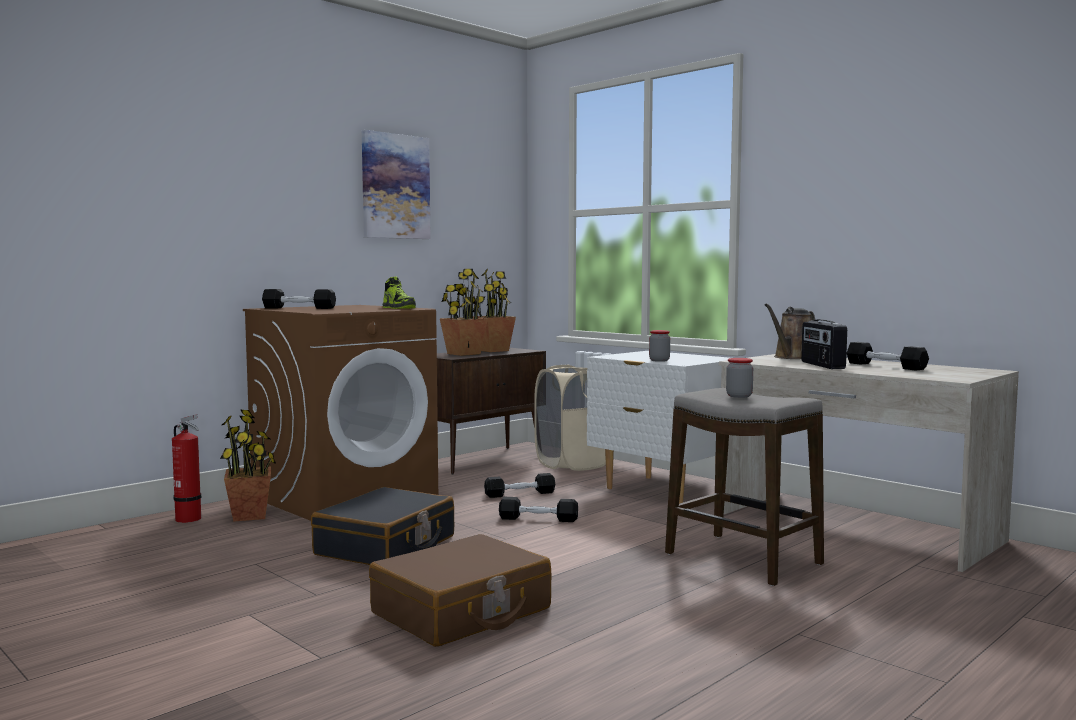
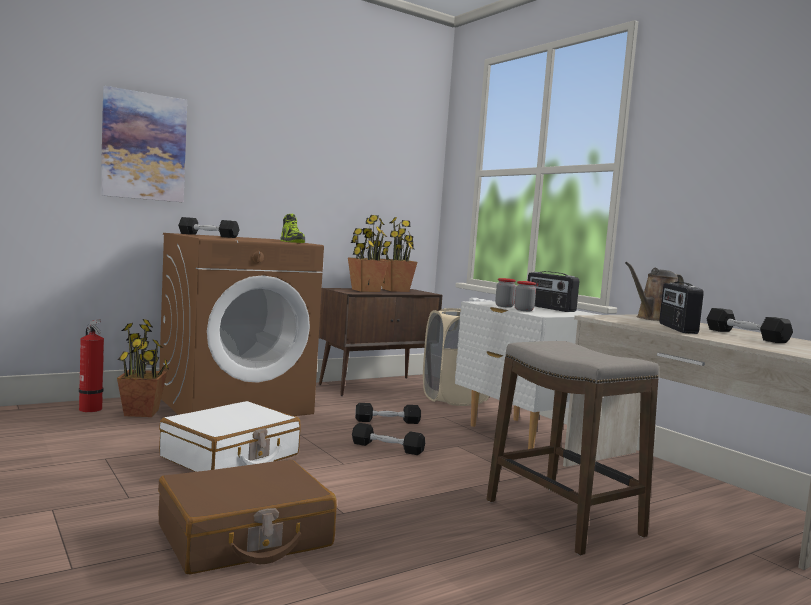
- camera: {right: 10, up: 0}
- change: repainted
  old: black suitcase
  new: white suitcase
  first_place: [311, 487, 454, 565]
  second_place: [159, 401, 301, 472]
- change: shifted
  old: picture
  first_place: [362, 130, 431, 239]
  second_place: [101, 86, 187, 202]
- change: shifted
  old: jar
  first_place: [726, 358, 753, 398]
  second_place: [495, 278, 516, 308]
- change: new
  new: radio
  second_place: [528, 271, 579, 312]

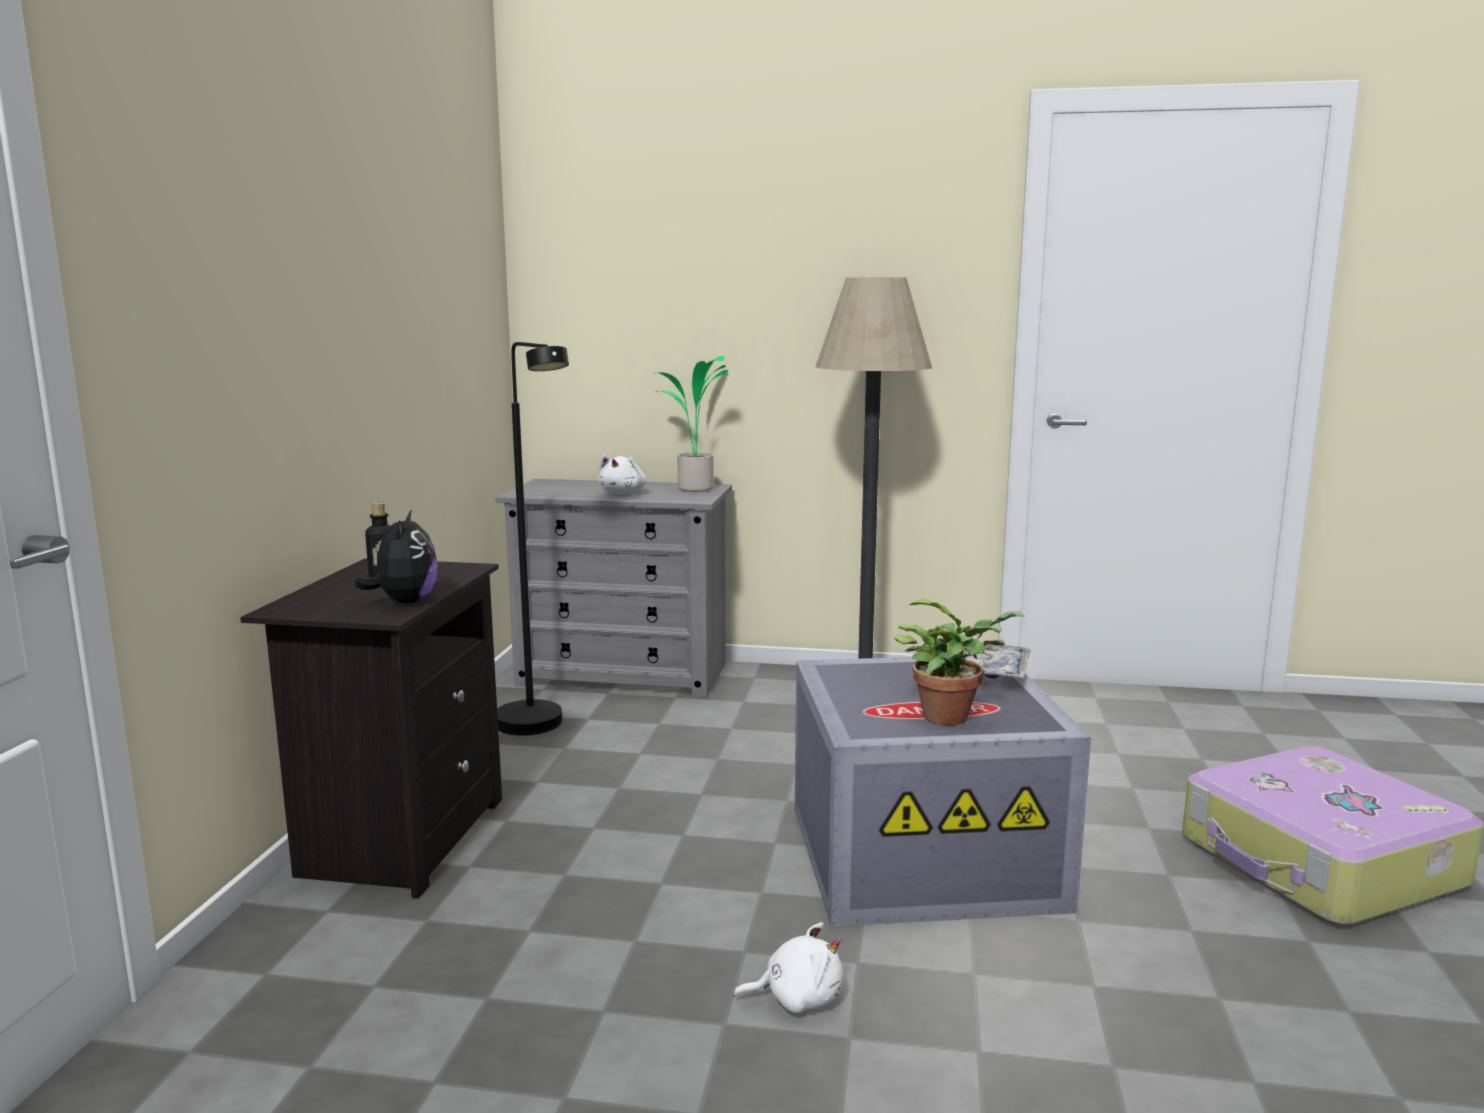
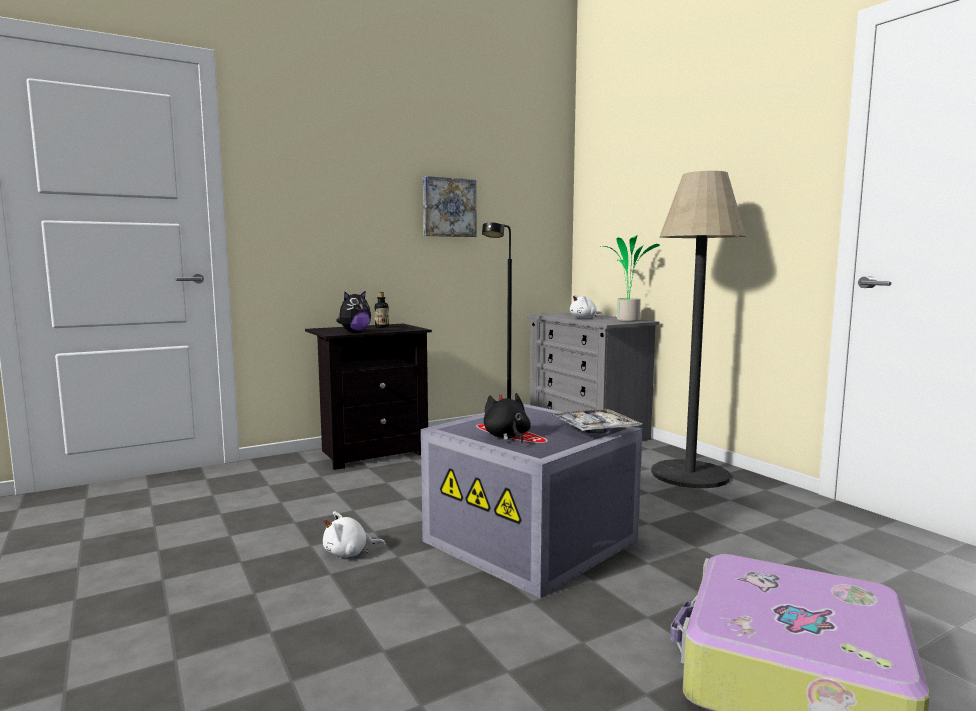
- camera: {right: 50, up: -5}
- change: rotated
  old: white plush toy
  first_place: [733, 922, 844, 1013]
  second_place: [323, 511, 386, 557]
  degrees: 120
- change: swapped
  old: potted plant
  new: black plush toy
  first_place: [894, 599, 1025, 725]
  second_place: [484, 393, 531, 443]
- change: new
  new: picture
  second_place: [423, 176, 476, 237]

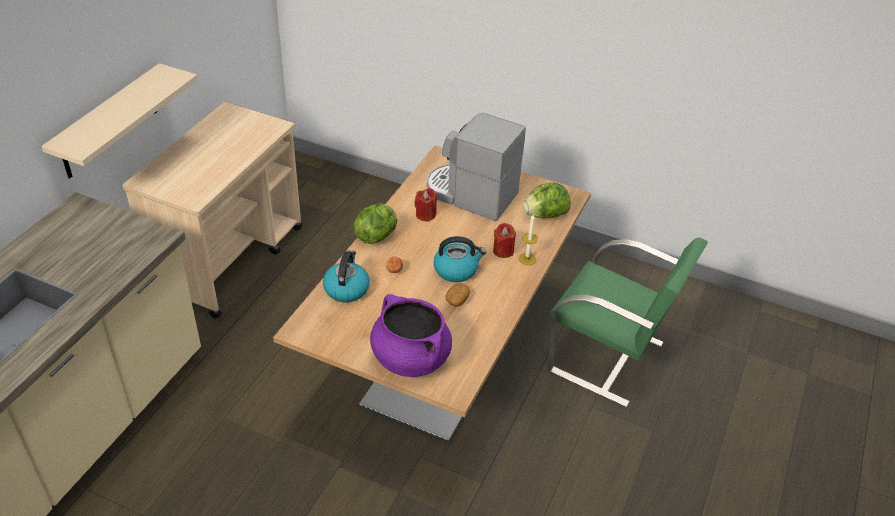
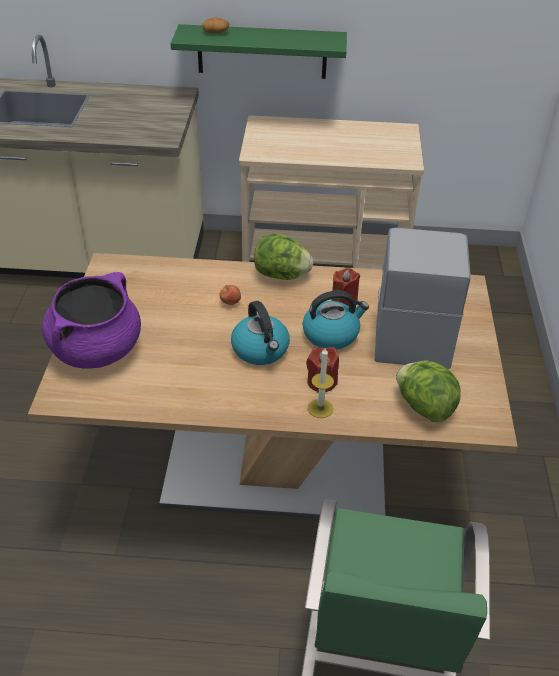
- camera: {right: 70, up: 0}
- change: repainted
  old: beige shelf
  new: green shelf
  first_place: [41, 63, 198, 179]
  second_place: [170, 24, 347, 79]
- change: shifted
  old: kettle
  first_place: [323, 250, 370, 303]
  second_place: [303, 290, 369, 350]
- change: shifted
  old: potato
  first_place: [446, 283, 470, 307]
  second_place: [202, 17, 229, 34]

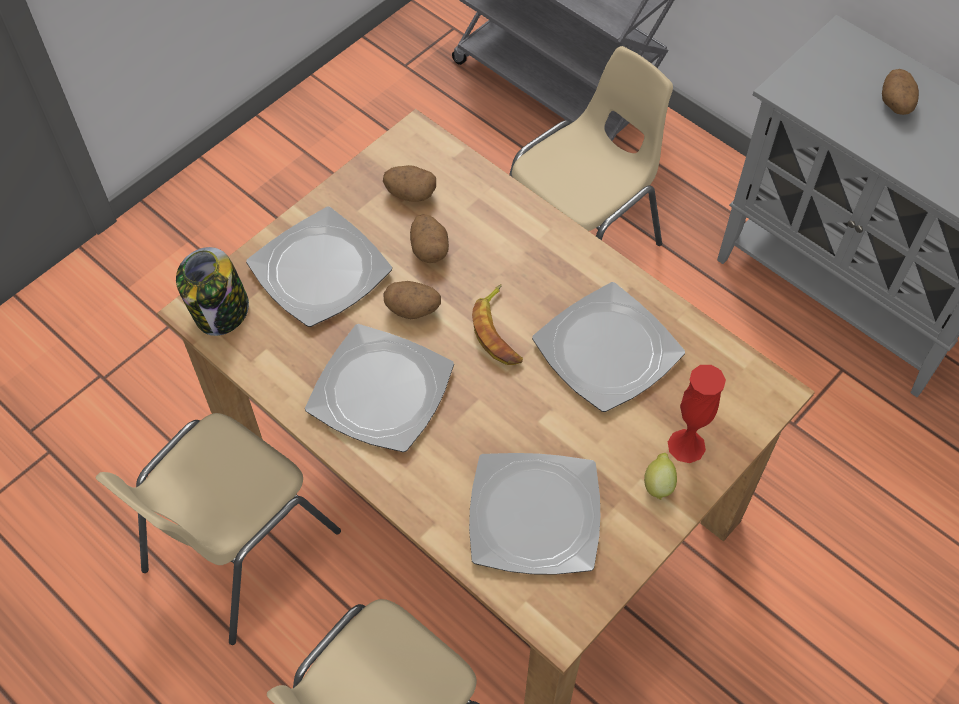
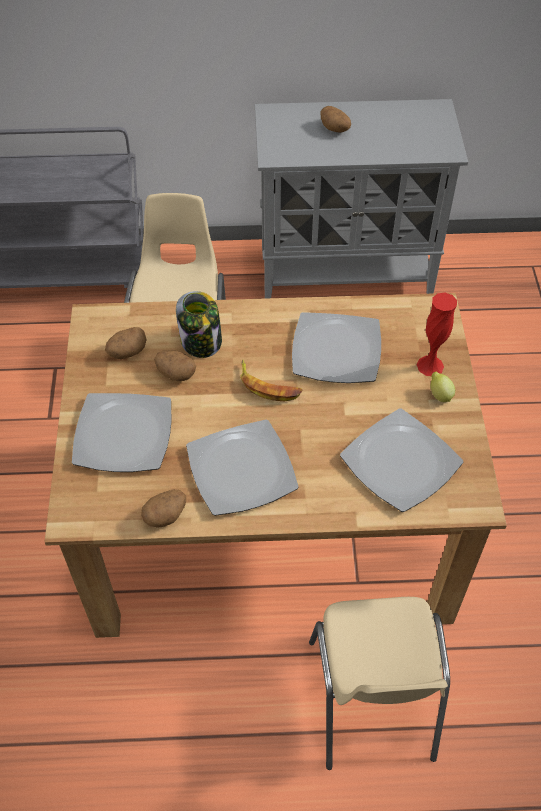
- camera: {right: -45, up: -5}
- change: gone
  old: beige chair
  first_place: [95, 413, 341, 645]
- change: shifted
  old: jar
  first_place: [176, 247, 249, 336]
  second_place: [176, 291, 222, 358]
- change: shifted
  old: potato
  first_place: [383, 281, 441, 319]
  second_place: [141, 490, 186, 528]

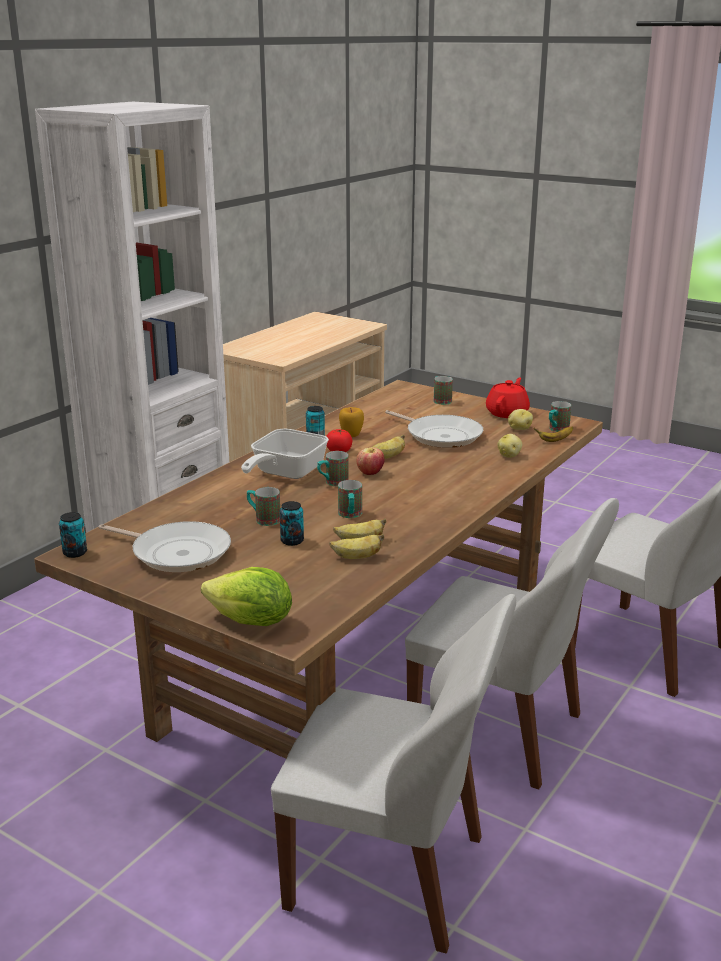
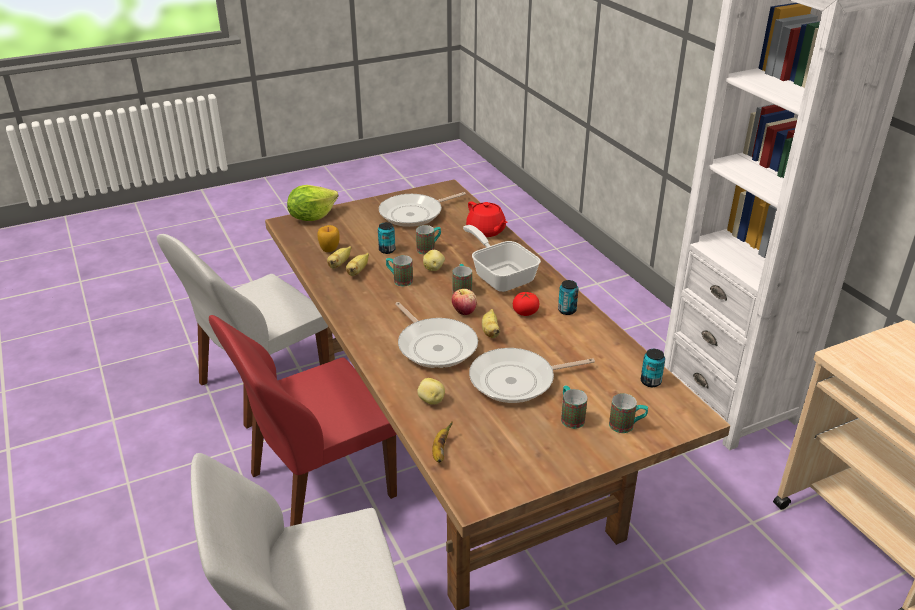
- camera: {right: 120, up: 10}
- change: shifted
  old: can
  first_place: [59, 512, 87, 558]
  second_place: [641, 349, 665, 387]
- change: shifted
  old: apple
  first_place: [339, 407, 364, 437]
  second_place: [318, 225, 340, 252]
- change: repainted
  old: white chair
  new: red chair
  first_place: [405, 498, 619, 789]
  second_place: [209, 315, 397, 526]
- change: shifted
  old: red teapot
  first_place: [486, 377, 530, 418]
  second_place: [466, 201, 507, 237]
- change: shifted
  old: potato
  first_place: [508, 409, 533, 430]
  second_place: [423, 250, 445, 271]
- change: shifted
  old: mug
  first_place: [549, 401, 571, 432]
  second_place: [561, 385, 588, 429]
- change: new
  new: frying pan
  second_place: [395, 302, 478, 368]

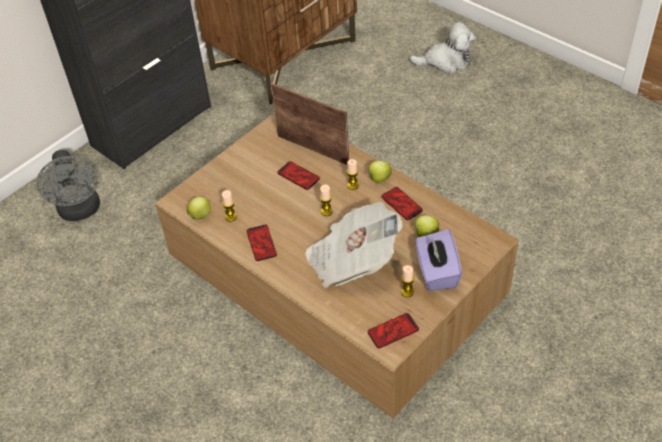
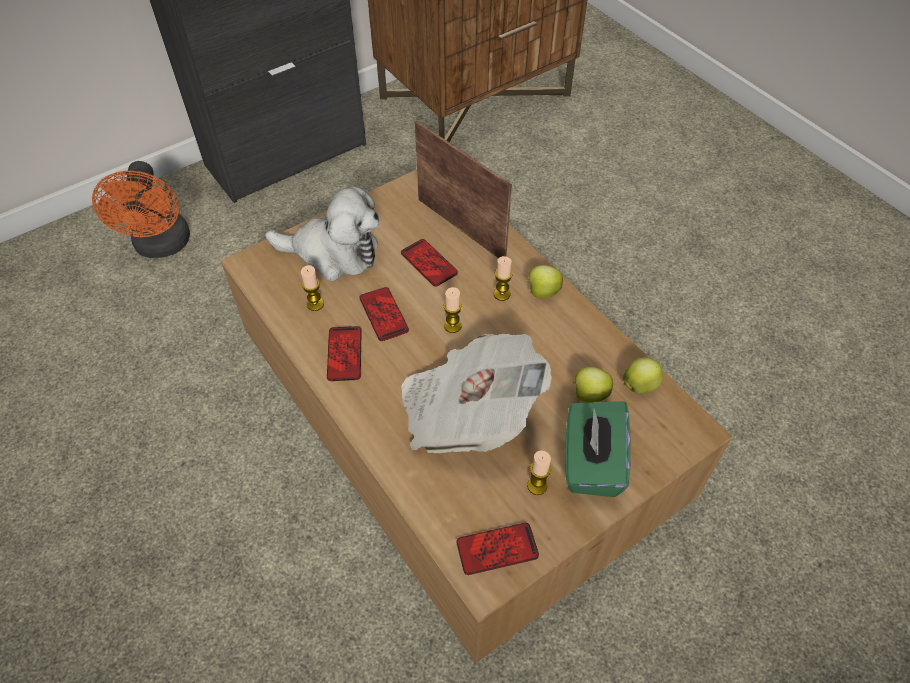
- camera: {right: 10, up: 5}
- change: repainted
  old: grey fan
  new: orange fan
  first_place: [36, 150, 100, 221]
  second_place: [92, 161, 190, 258]
- change: shifted
  old: apple
  first_place: [187, 197, 211, 220]
  second_place: [623, 358, 663, 394]
- change: shifted
  old: phone
  first_place: [381, 187, 423, 220]
  second_place: [360, 287, 409, 341]
- change: shifted
  old: plush toy
  first_place: [410, 21, 476, 74]
  second_place: [265, 186, 379, 281]
- change: repainted
  old: purple tissue box
  new: green tissue box
  first_place: [416, 229, 462, 291]
  second_place: [565, 401, 631, 497]

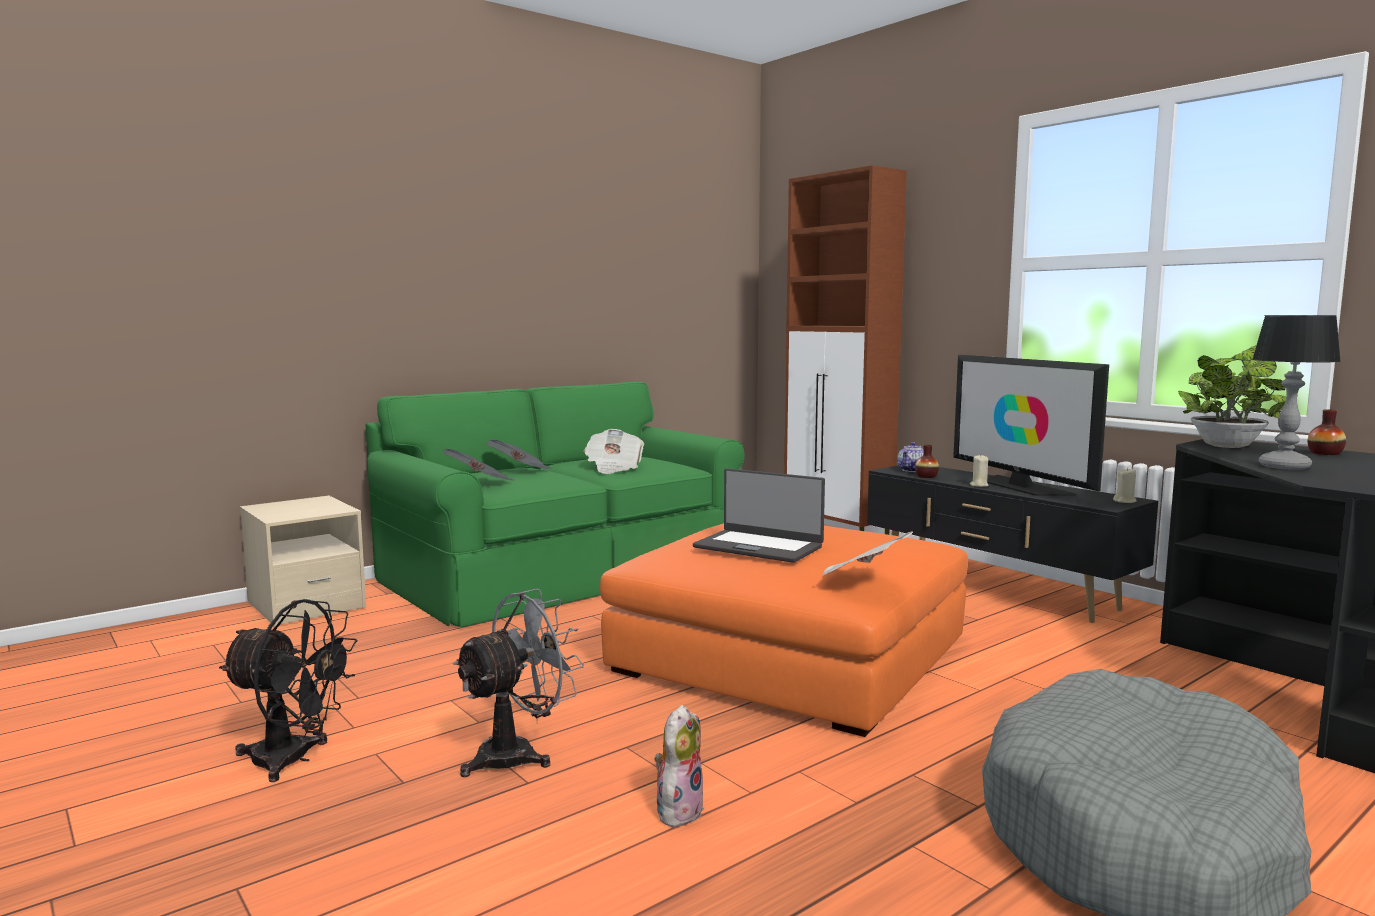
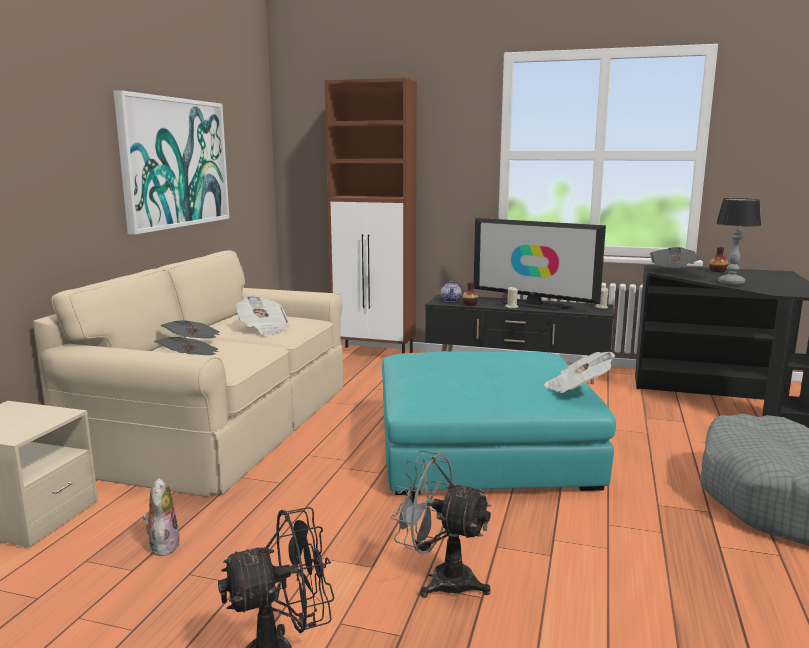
- camera: {right: -35, up: 5}
- change: repainted
  old: green sofa
  new: beige sofa
  first_place: [366, 382, 744, 627]
  second_place: [33, 251, 343, 497]
- change: rotated
  old: grey fan
  first_place: [453, 588, 584, 777]
  second_place: [391, 450, 492, 598]
  degrees: -75
- change: repainted
  old: orange ottoman
  new: turquoise ottoman
  first_place: [600, 523, 968, 737]
  second_place: [382, 351, 616, 495]
- change: shifted
  old: plush toy
  first_place: [654, 705, 705, 829]
  second_place: [143, 478, 180, 556]
- change: gone
  old: laptop
  first_place: [693, 468, 825, 563]
- change: swapped
  old: potted plant
  new: newspaper
  first_place: [1178, 345, 1286, 448]
  second_place: [650, 247, 699, 268]
- change: new
  new: picture
  second_place: [113, 90, 229, 234]

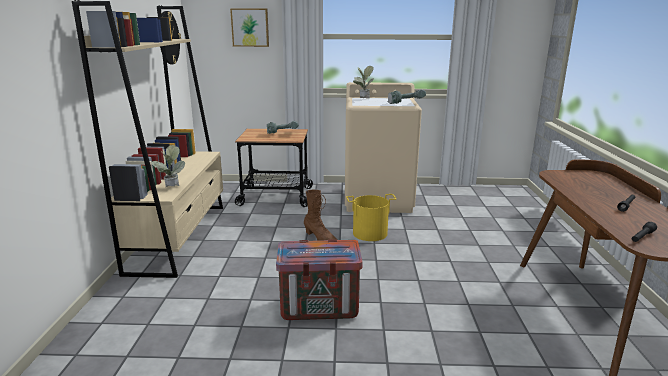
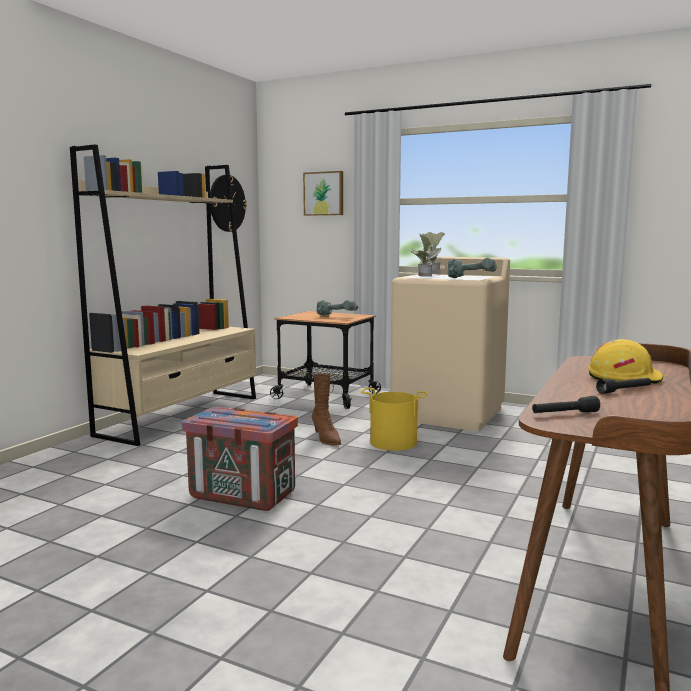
- camera: {right: 25, up: -10}
- change: shifted
  old: potted plant
  first_place: [152, 145, 185, 187]
  second_place: [408, 232, 441, 277]
- change: new
  new: yellow hard hat
  second_place: [588, 339, 663, 384]

